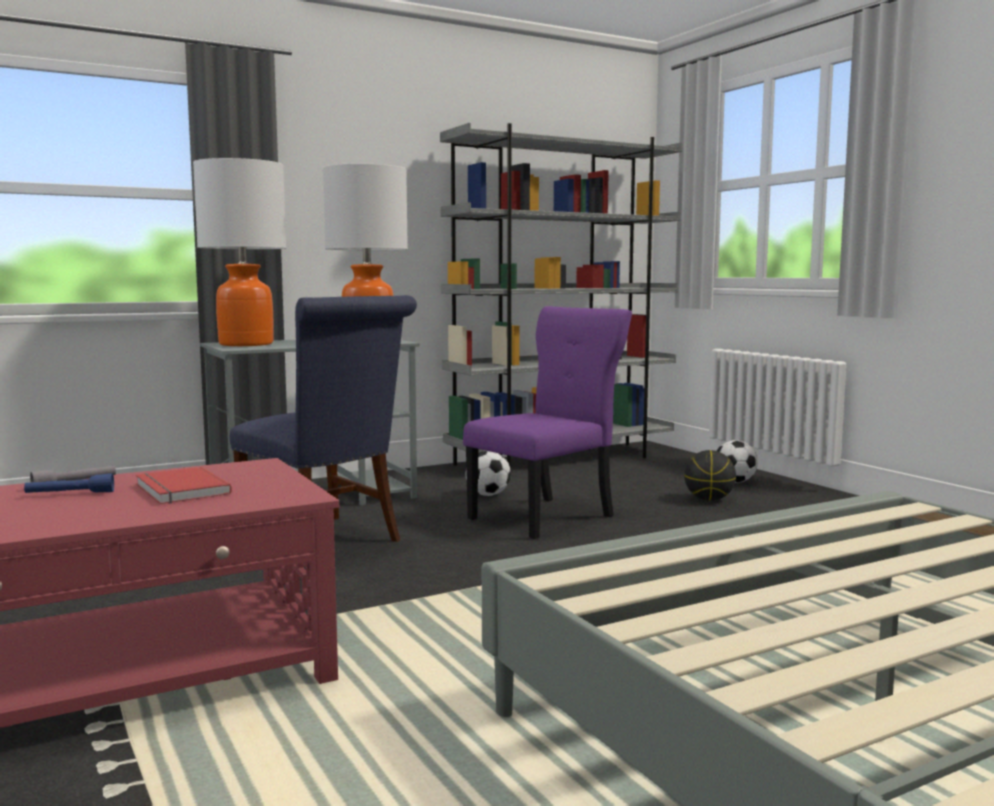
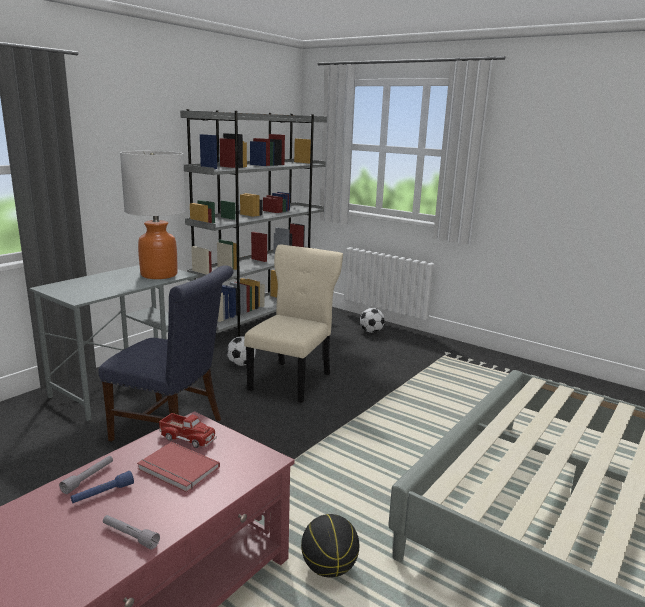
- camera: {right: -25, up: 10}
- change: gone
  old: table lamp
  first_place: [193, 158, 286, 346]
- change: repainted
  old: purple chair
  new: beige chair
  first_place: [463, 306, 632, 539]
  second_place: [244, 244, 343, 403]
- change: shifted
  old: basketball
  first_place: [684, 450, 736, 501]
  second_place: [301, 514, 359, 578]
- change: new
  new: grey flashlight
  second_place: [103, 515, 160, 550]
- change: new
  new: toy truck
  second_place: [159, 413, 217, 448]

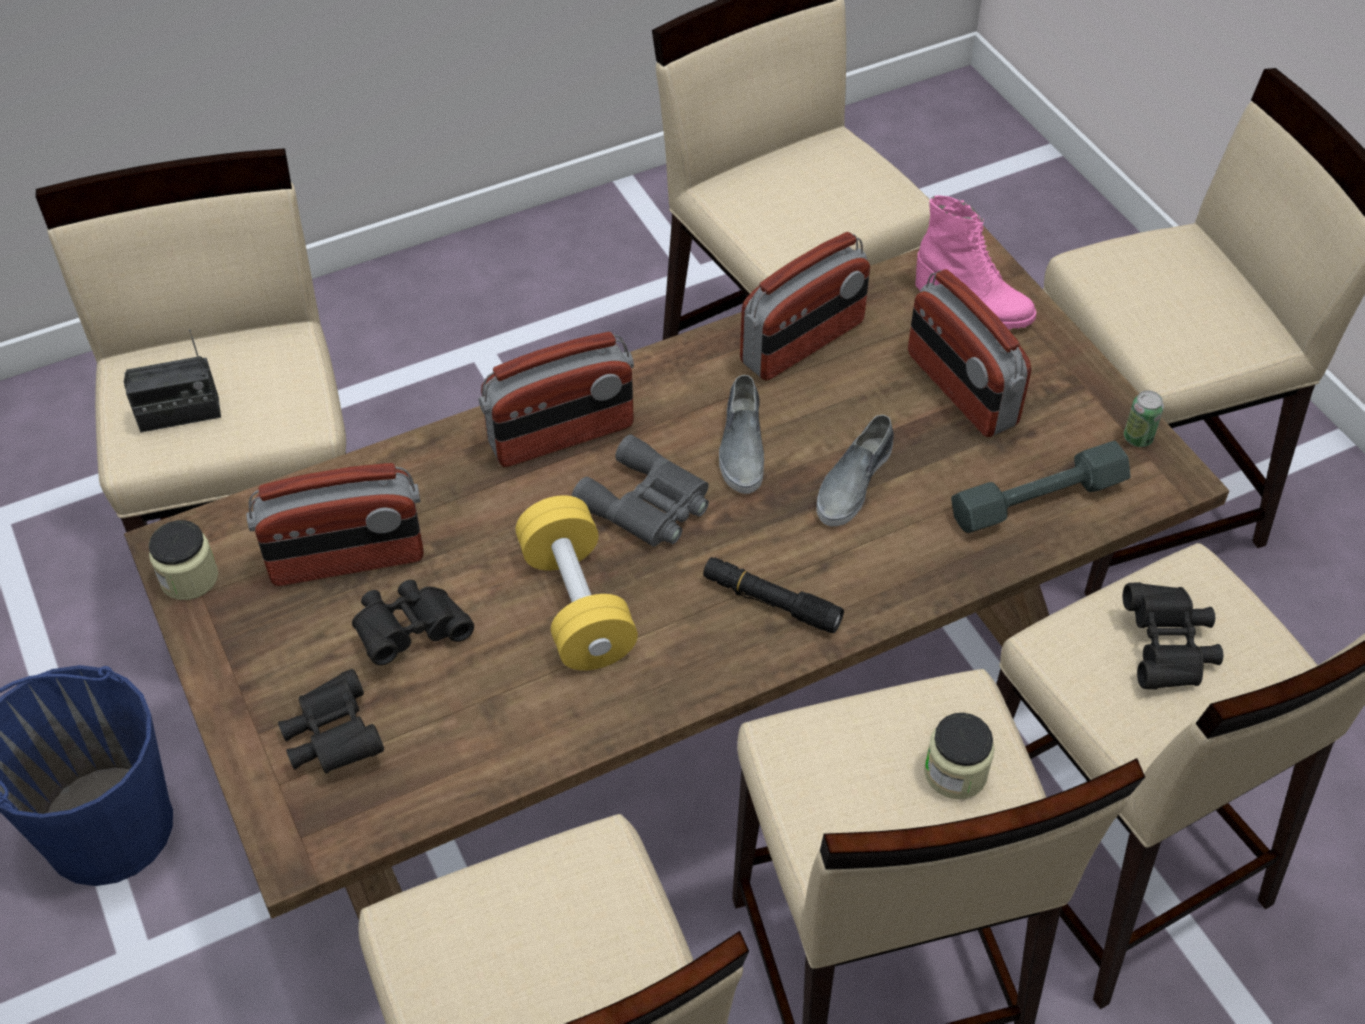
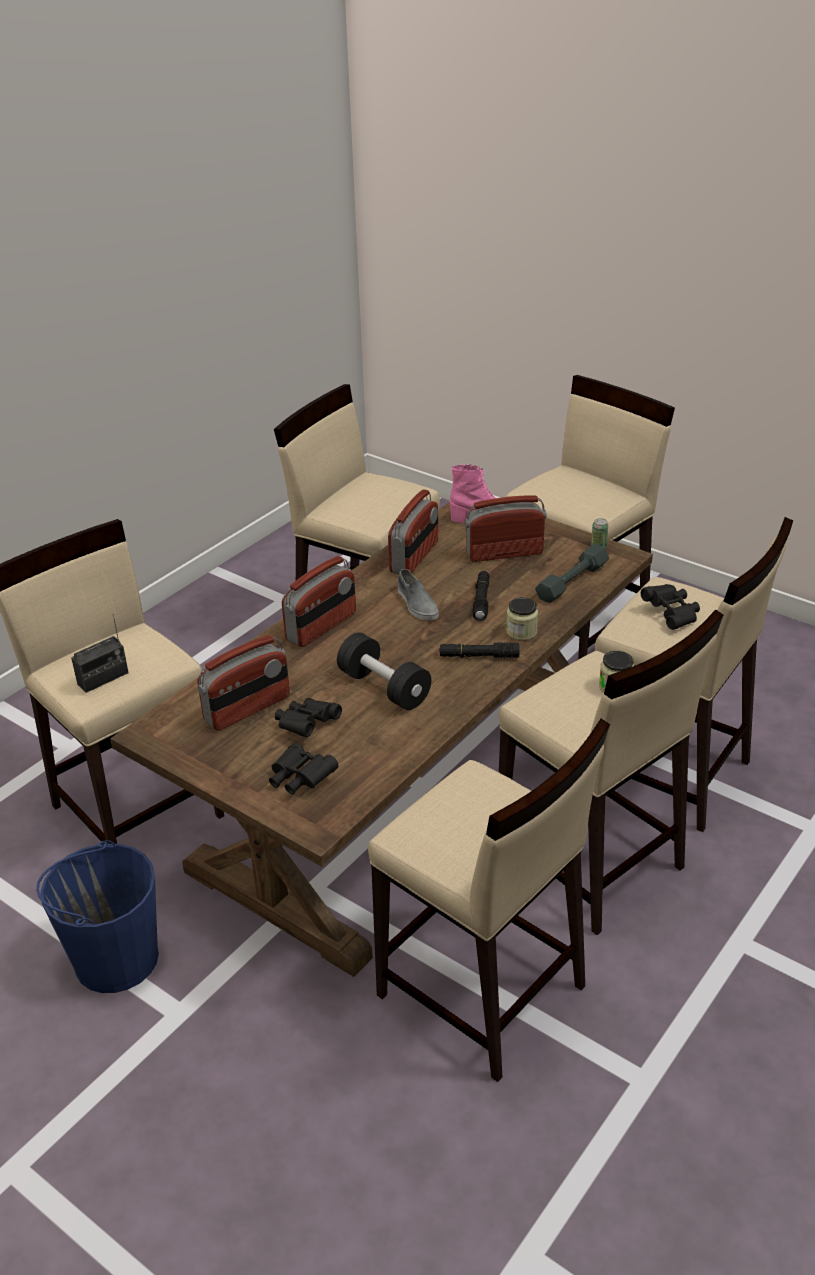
- camera: {right: -25, up: -15}
- change: shifted
  old: jar
  first_place: [149, 520, 218, 600]
  second_place: [506, 597, 538, 640]
- change: repainted
  old: yellow dumbbell
  new: black dumbbell
  first_place: [515, 495, 638, 671]
  second_place: [337, 632, 431, 710]
- change: gone
  old: grey binoculars
  first_place: [572, 435, 709, 547]
- change: swapped
  old: grey shoe
  new: black flashlight
  first_place: [816, 415, 894, 526]
  second_place: [473, 571, 489, 621]
- change: rotated
  old: radio
  first_place: [908, 269, 1032, 437]
  second_place: [465, 496, 547, 562]
  degrees: 135

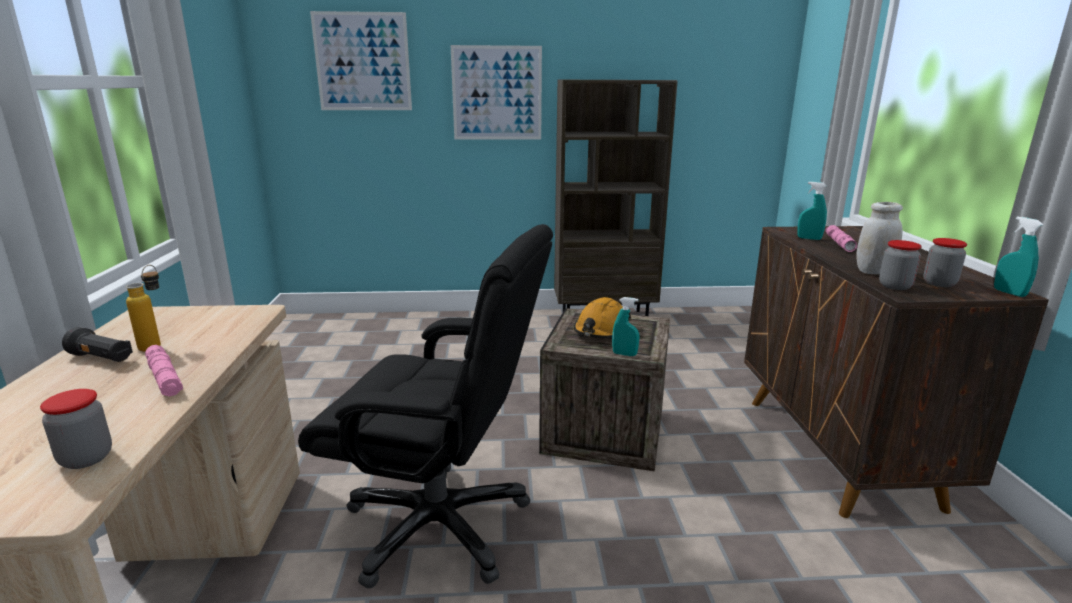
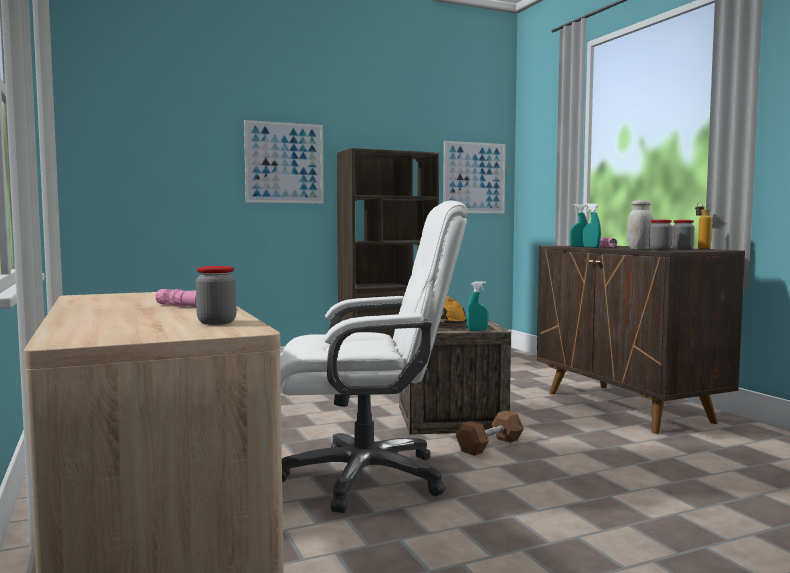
- camera: {right: -20, up: -15}
- change: gone
  old: black flashlight
  first_place: [62, 327, 133, 362]
- change: shifted
  old: bottle
  first_place: [126, 265, 161, 352]
  second_place: [695, 201, 712, 249]
- change: repainted
  old: black office chair
  new: white office chair
  first_place: [298, 224, 553, 588]
  second_place: [280, 200, 468, 513]
- change: shifted
  old: picture
  first_place: [310, 11, 412, 110]
  second_place: [443, 141, 505, 213]
- change: shifted
  old: turquoise spray bottle
  first_place: [994, 217, 1043, 297]
  second_place: [583, 203, 601, 248]
- change: new
  new: brown dumbbell
  second_place: [456, 411, 524, 456]

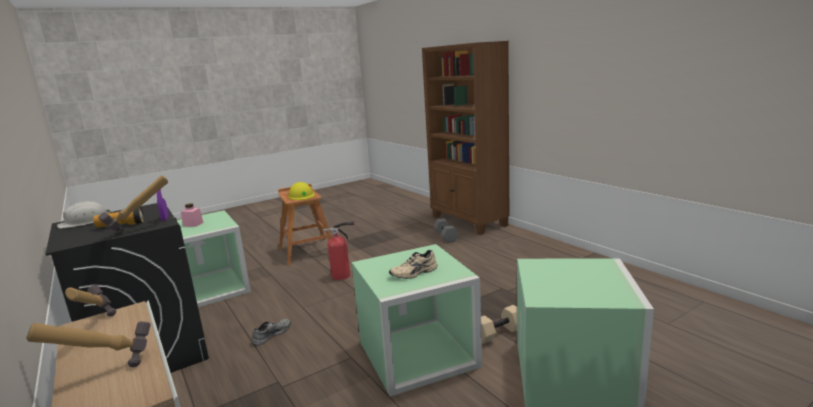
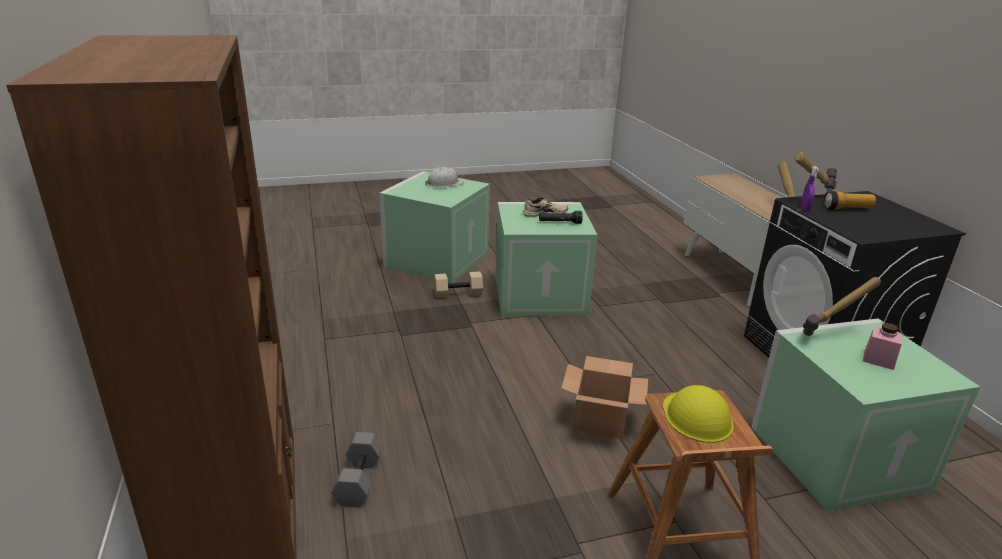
- camera: {right: -165, up: 10}
- change: shifted
  old: hammer
  first_place: [26, 321, 151, 367]
  second_place: [803, 277, 881, 336]
- change: shifted
  old: white hard hat
  first_place: [57, 201, 110, 228]
  second_place: [426, 167, 464, 188]
- change: gone
  old: grey shoe
  first_place: [252, 318, 291, 346]
- change: swapped
  old: fire extinguisher
  new: cardboard box
  first_place: [323, 221, 355, 280]
  second_place: [561, 356, 648, 439]
- change: new
  new: black flashlight
  second_place: [539, 211, 583, 224]

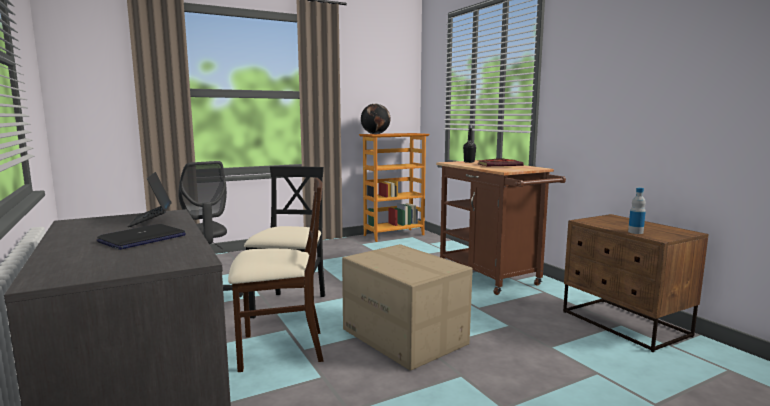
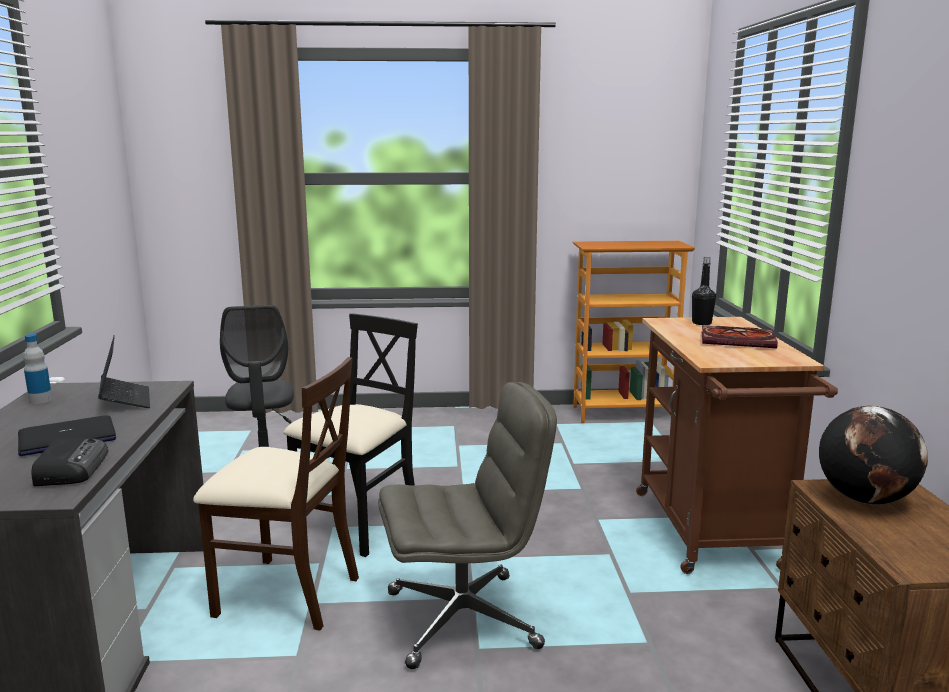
- camera: {right: 25, up: 5}
- change: rotated
  old: laptop
  first_place: [128, 172, 171, 227]
  second_place: [98, 335, 150, 408]
  degrees: 150
- change: swapped
  old: cardboard box
  new: grey office chair
  first_place: [342, 244, 473, 371]
  second_place: [378, 382, 557, 669]
- change: shifted
  old: globe
  first_place: [361, 104, 390, 134]
  second_place: [819, 406, 928, 505]
- change: shifted
  old: bottle
  first_place: [628, 188, 646, 234]
  second_place: [23, 334, 52, 404]
- change: new
  new: radio
  second_place: [32, 438, 108, 486]

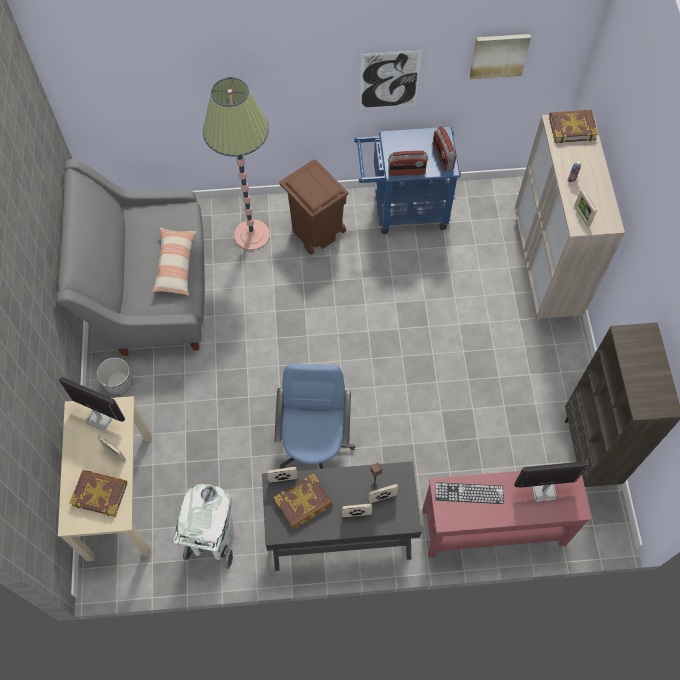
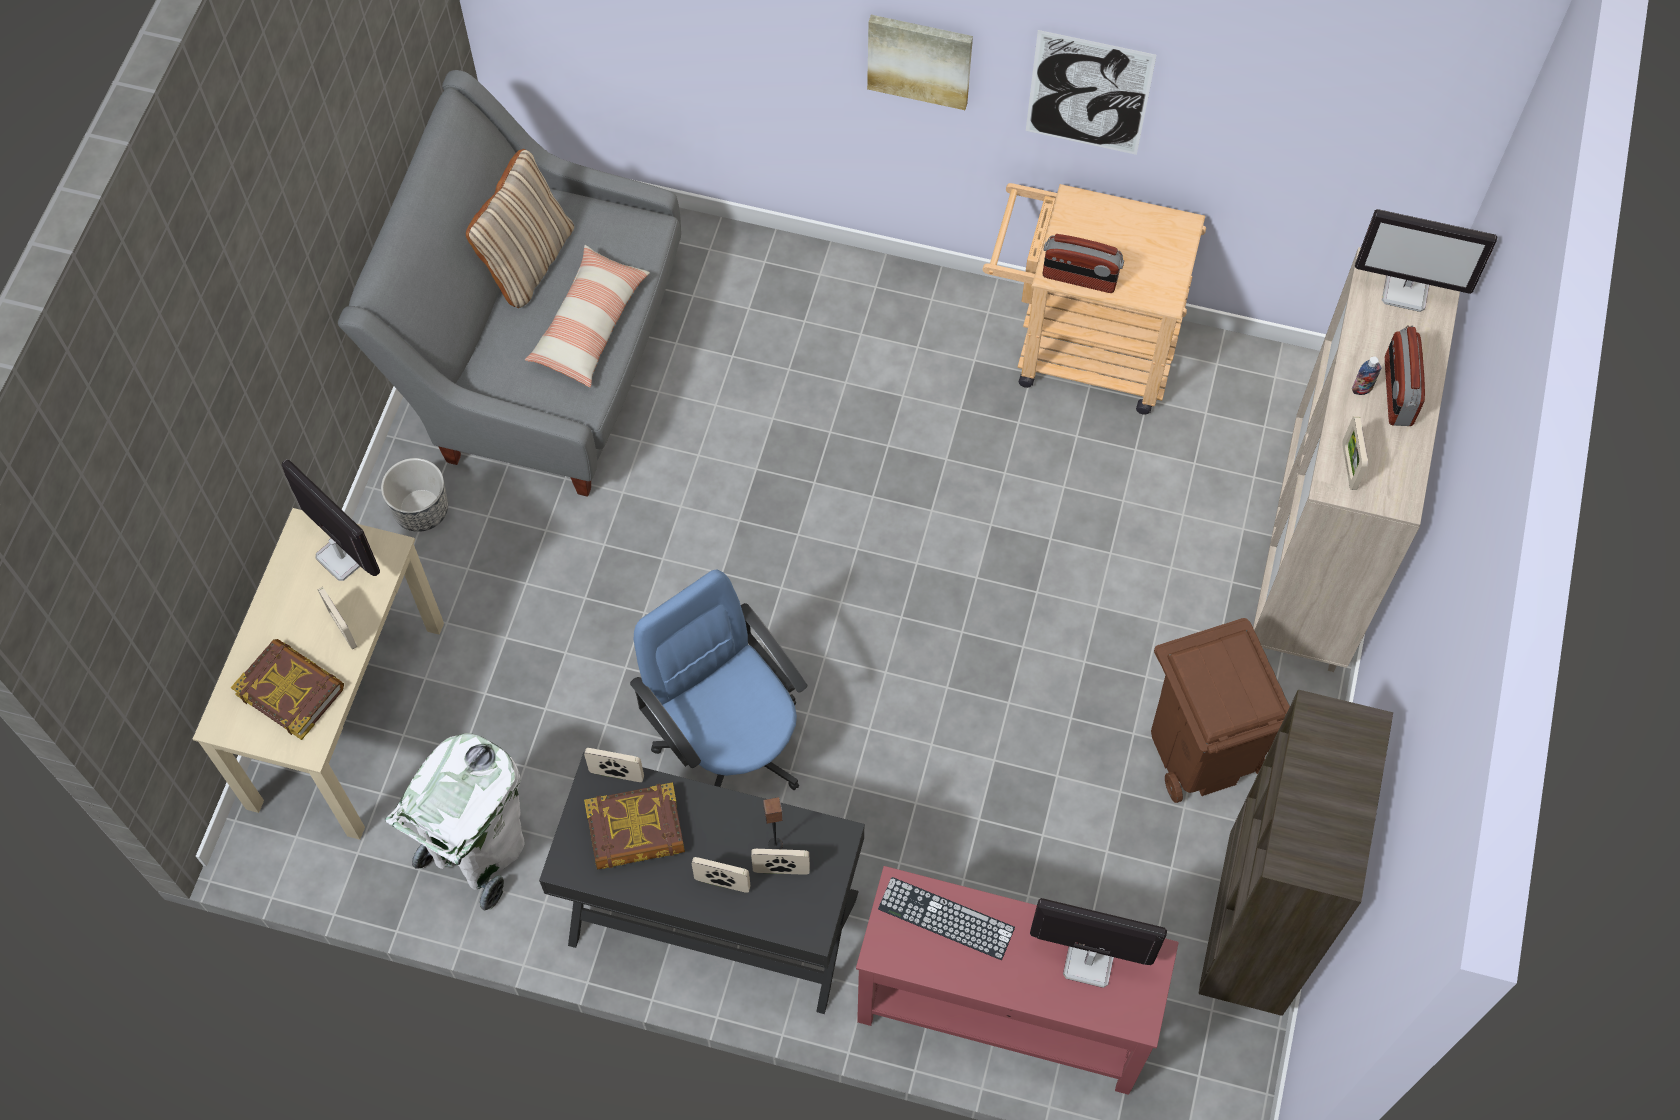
- camera: {right: 20, up: 0}
- change: gone
  old: floor lamp
  first_place: [203, 77, 270, 250]
- change: rotated
  old: blue office chair
  first_place: [275, 364, 355, 469]
  second_place: [630, 570, 807, 790]
  degrees: -60
- change: shifted
  old: brown trash can
  first_place: [279, 160, 349, 255]
  second_place: [1151, 618, 1290, 803]
- change: repainted
  old: blue cart
  new: beige cart
  first_place: [354, 126, 461, 234]
  second_place: [982, 183, 1206, 415]
- change: shifted
  old: radio
  first_place: [433, 126, 456, 171]
  second_place: [1385, 325, 1425, 426]
- change: shifted
  old: picture
  first_place: [470, 34, 531, 79]
  second_place: [867, 15, 973, 110]
- change: swapped
  old: book
  new: monitor
  first_place: [549, 110, 599, 143]
  second_place: [1355, 209, 1497, 312]
- change: new
  new: beige pillow
  second_place: [466, 149, 574, 308]

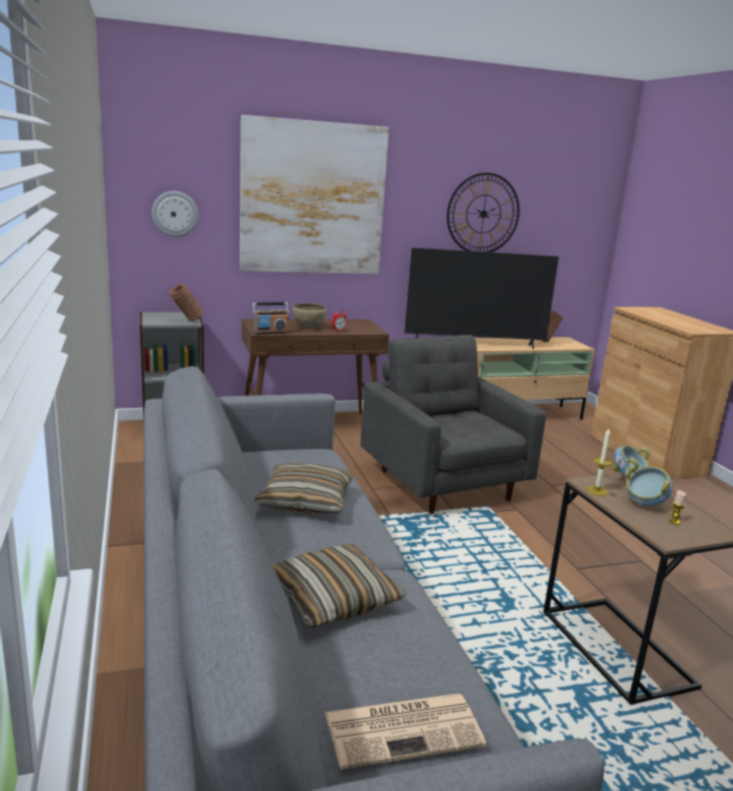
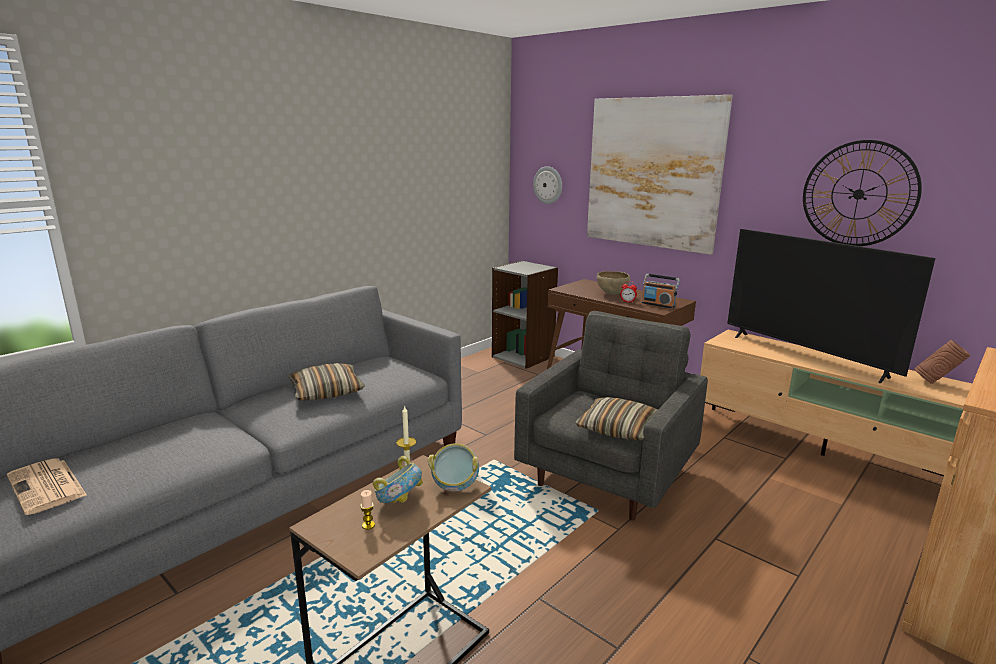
- camera: {right: 60, up: 0}
- change: gone
  old: brown vase
  first_place: [169, 283, 204, 321]
- change: shifted
  old: radio
  first_place: [252, 302, 289, 334]
  second_place: [642, 274, 680, 308]
- change: shifted
  old: pillow
  first_place: [272, 544, 406, 628]
  second_place: [575, 397, 658, 440]

